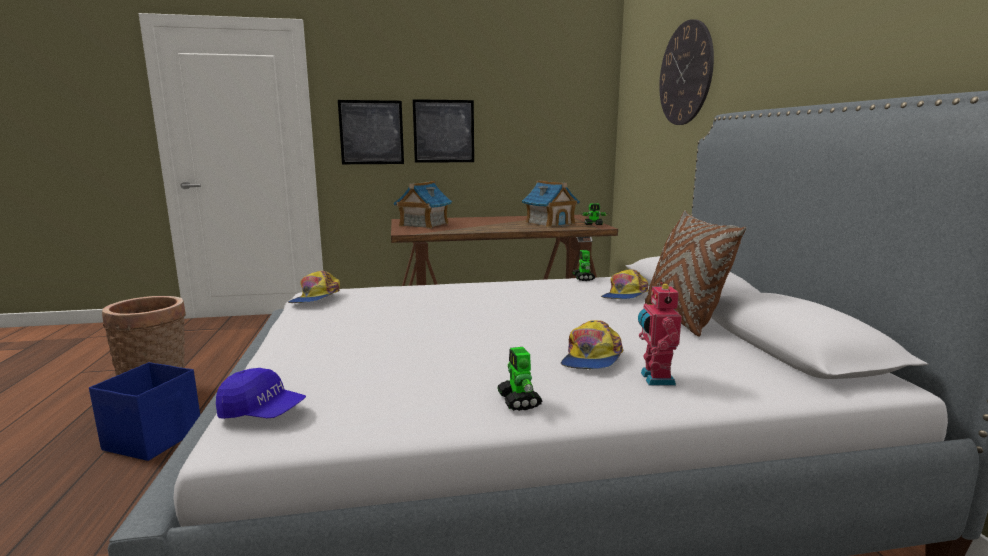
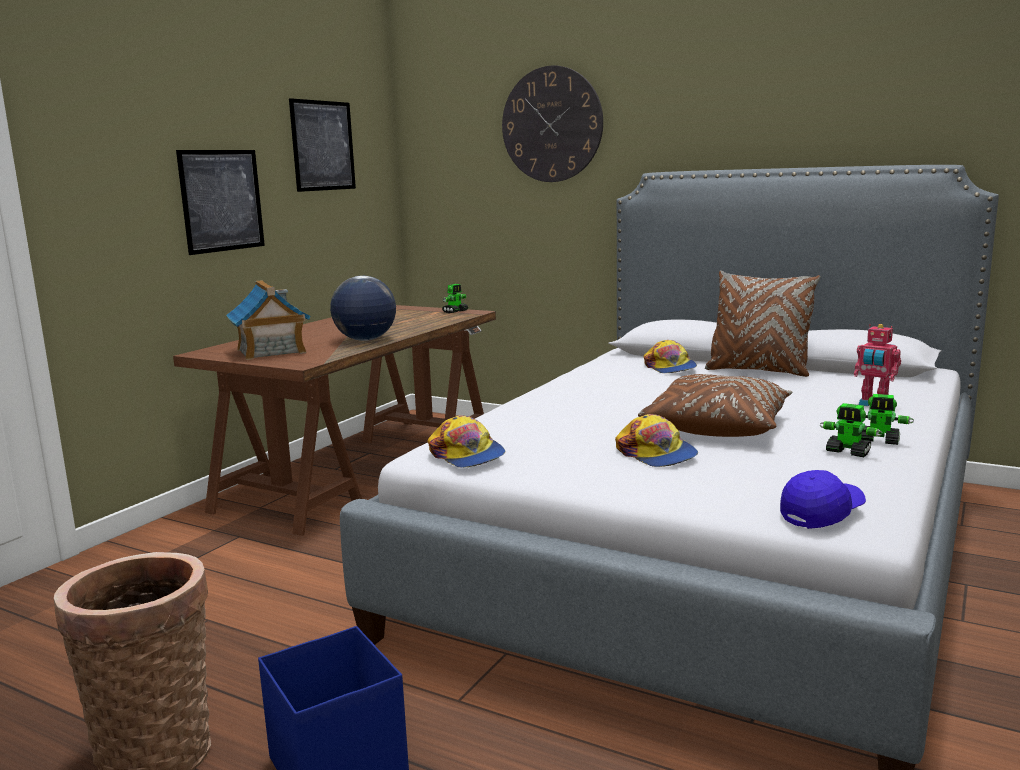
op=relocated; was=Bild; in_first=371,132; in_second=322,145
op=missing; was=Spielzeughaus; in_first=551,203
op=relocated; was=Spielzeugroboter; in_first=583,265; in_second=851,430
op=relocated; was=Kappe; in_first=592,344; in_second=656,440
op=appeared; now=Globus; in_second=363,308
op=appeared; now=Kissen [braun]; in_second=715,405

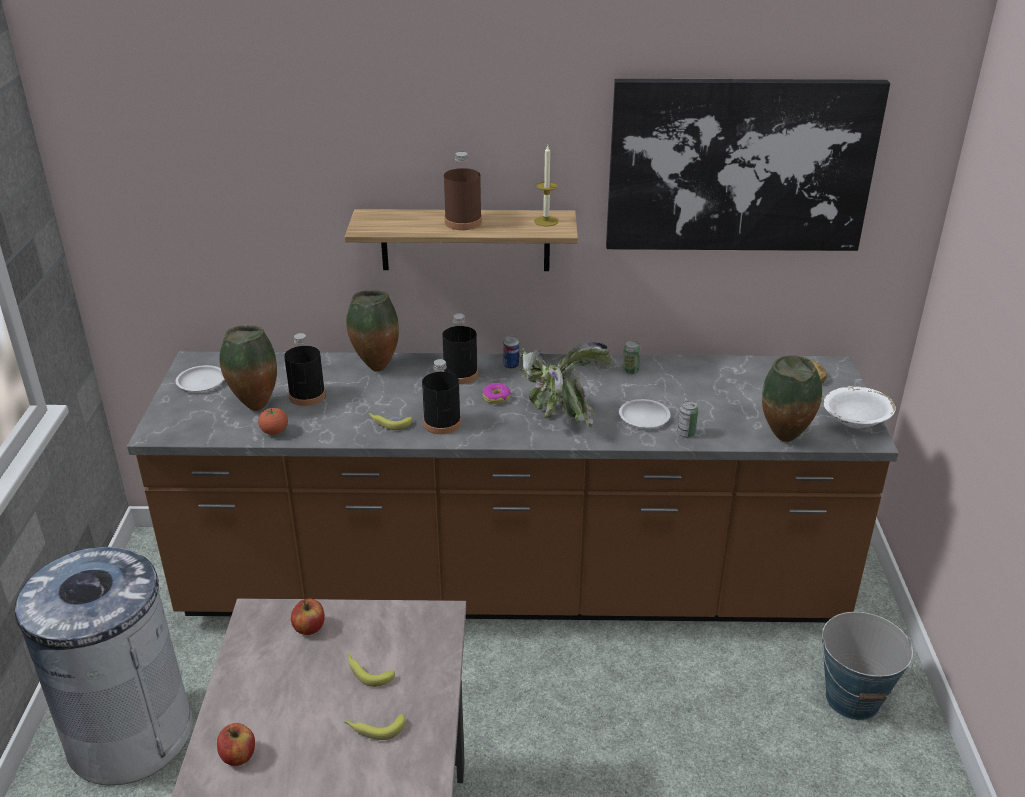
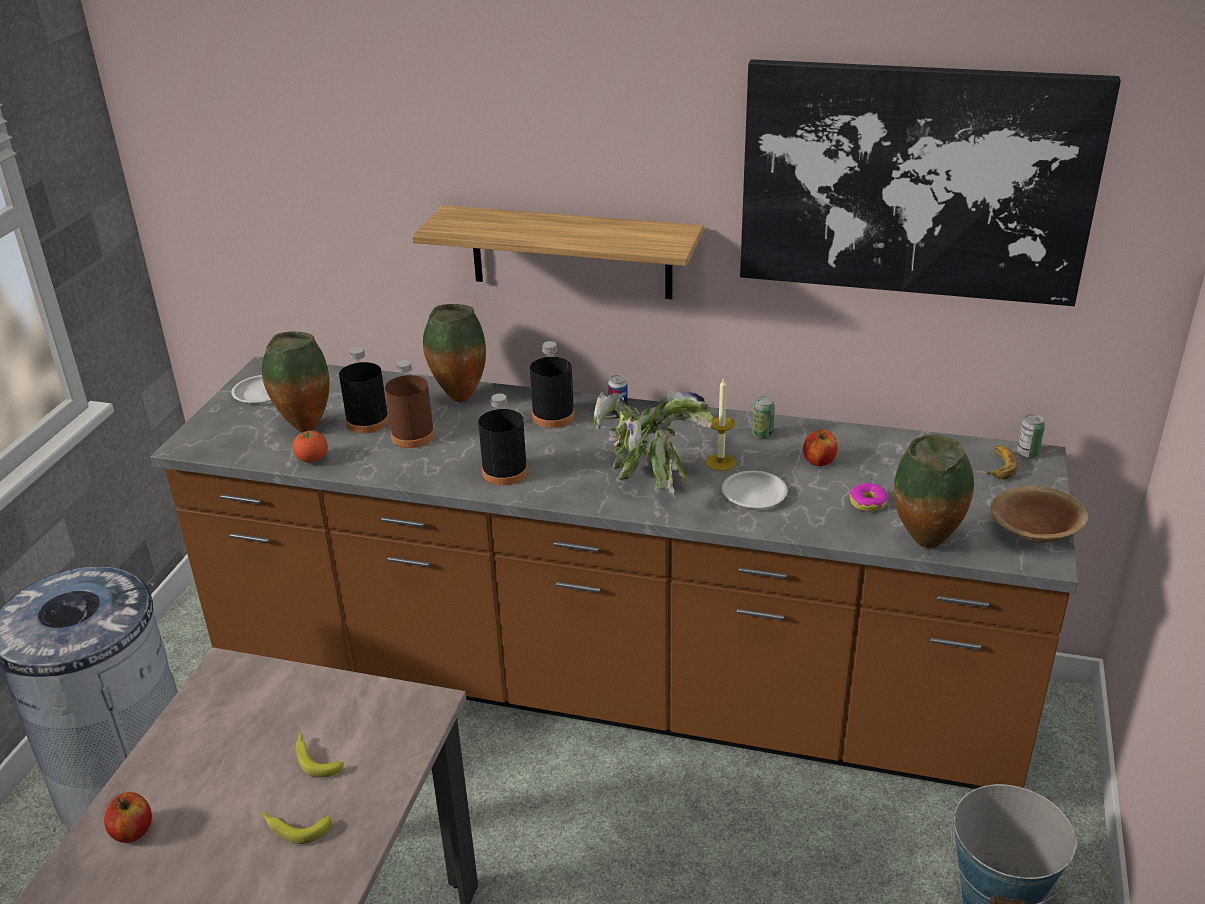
op=relocated; was=Kerze; in_first=546,186; in_second=721,424
op=relocated; was=Flasche [braun]; in_first=463,191; in_second=410,404
op=relocated; was=Donut; in_first=496,393; in_second=868,497
op=colour; was=Schüssel [weiß]; now=Schüssel [braun]; in_first=860,407; in_second=1039,514
op=relocated; was=Dose; in_first=687,419; in_second=1031,436
op=missing; was=Banane; in_first=390,421
op=relocated; was=Apfel; in_first=308,616; in_second=820,447

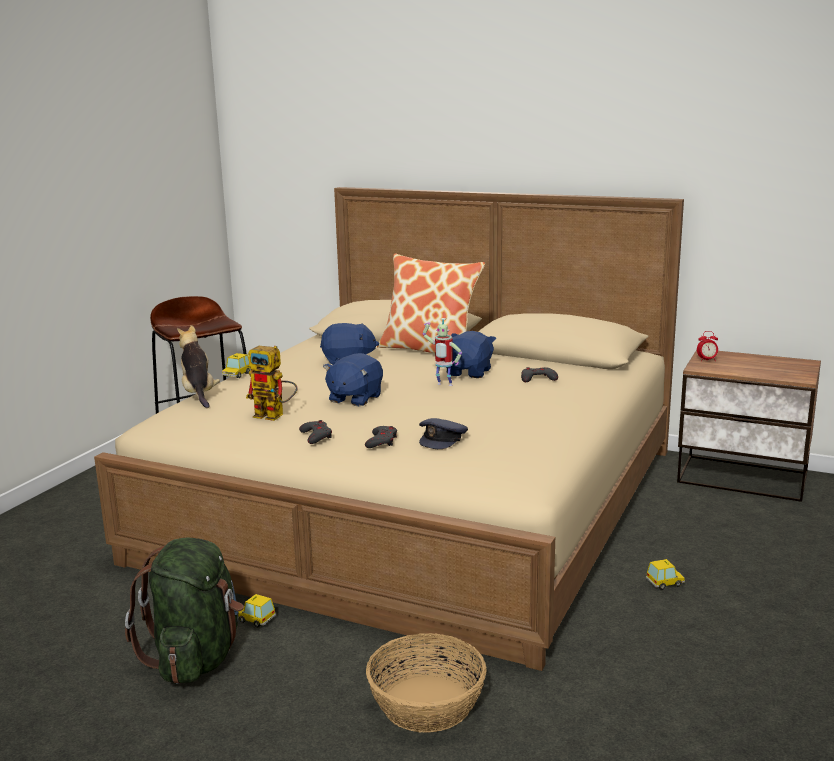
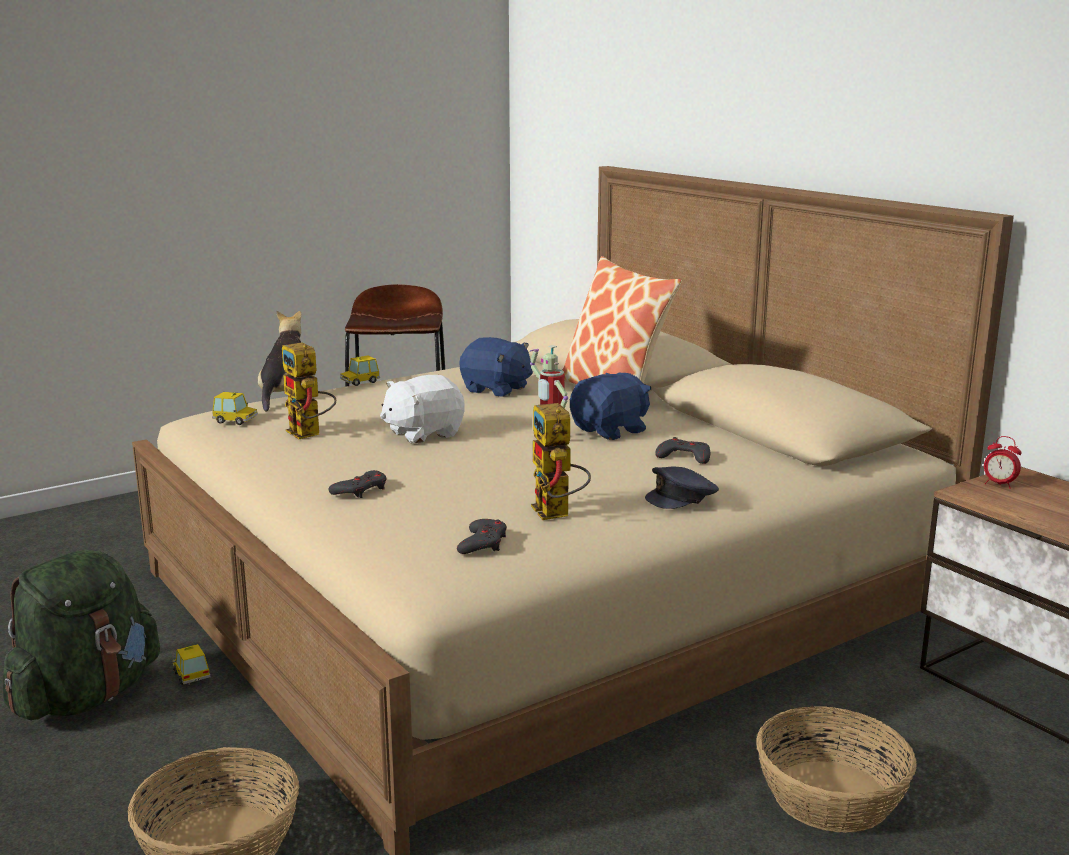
op=colour; was=Plüschtier [blau]; now=Plüschtier [weiß]; in_first=353,380; in_second=422,409
op=relocated; was=Kappe [grau]; in_first=443,433; in_second=682,487
op=relocated; was=Gamepad [grau]; in_first=315,432; in_second=482,536
op=relocated; was=Spielzeugauto; in_first=665,574; in_second=235,408
op=appeared; now=Spielzeugroboter; in_second=561,461
op=appeared; now=Korb; in_second=836,769

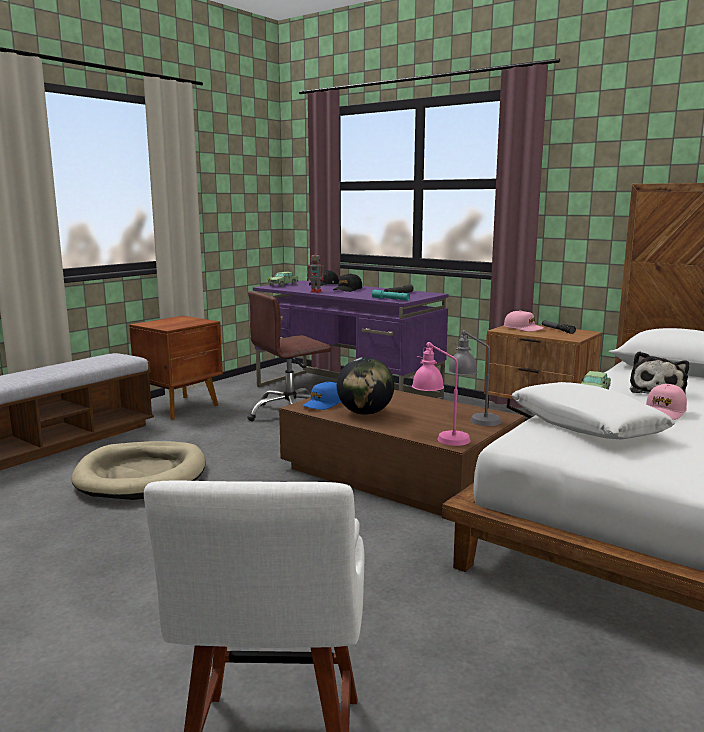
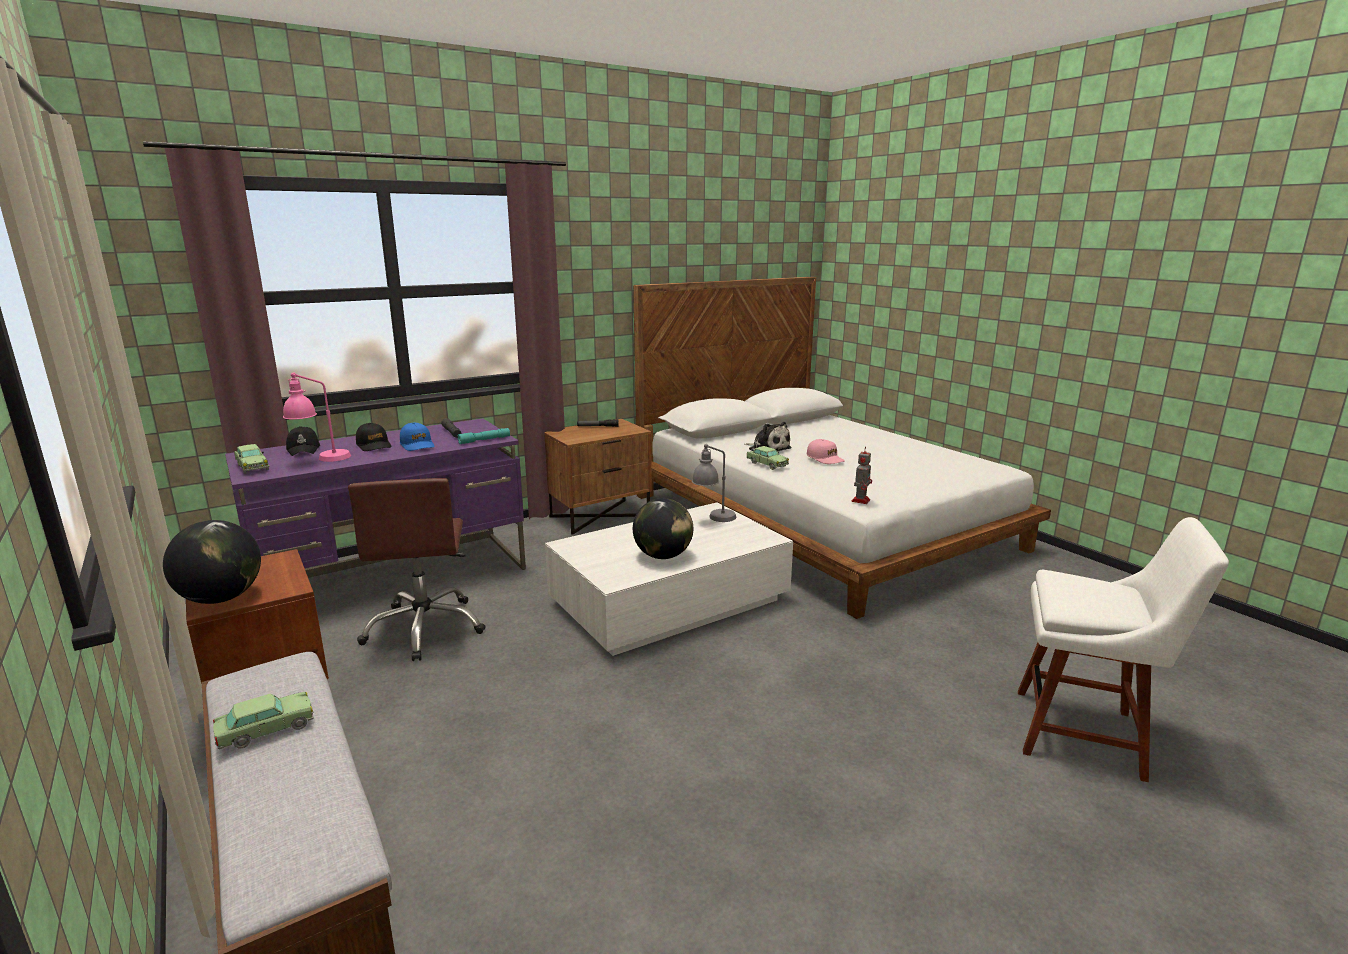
op=relocated; was=Spielzeugroboter; in_first=316,271; in_second=861,475
op=missing; was=Kappe [rosa]; in_first=524,321
op=relocated; was=Tischlampe [rosa]; in_first=441,394; in_second=317,417
op=relocated; was=Kappe [blau]; in_first=321,396; in_second=417,437
op=missing; was=Kissen [weiß]; in_first=593,411
op=colour; was=Couchtisch [braun]; now=Couchtisch [weiß]; in_first=402,453; in_second=669,579
op=missing; was=Hundebett [beige]; in_first=139,470
op=appeared; now=Globus; in_second=212,562
op=appeared; now=Spielzeugauto; in_second=263,720

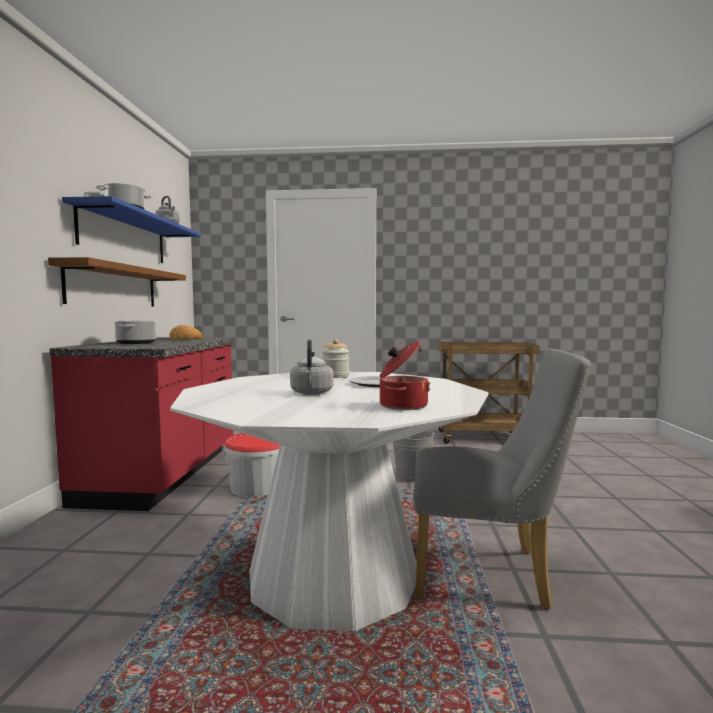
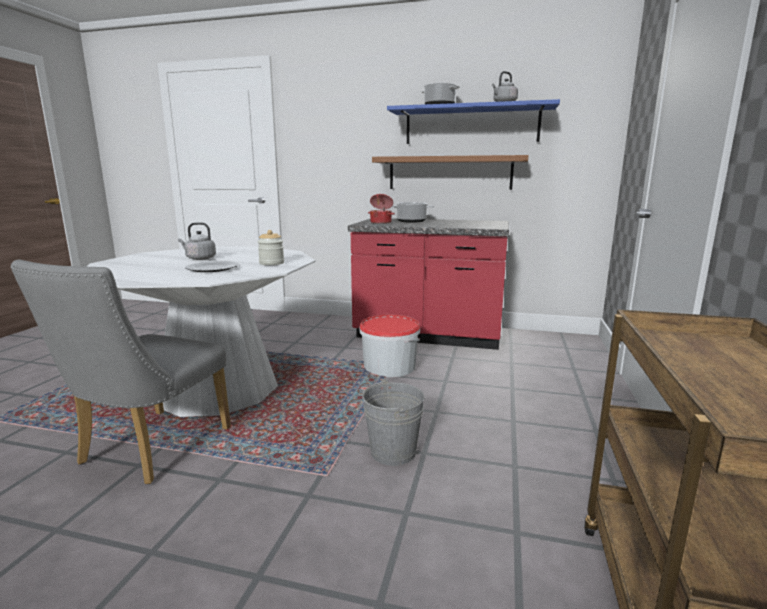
op=missing; was=Brot; in_first=185,332
op=relocated; was=Kochtopf; in_first=405,375; in_second=381,209

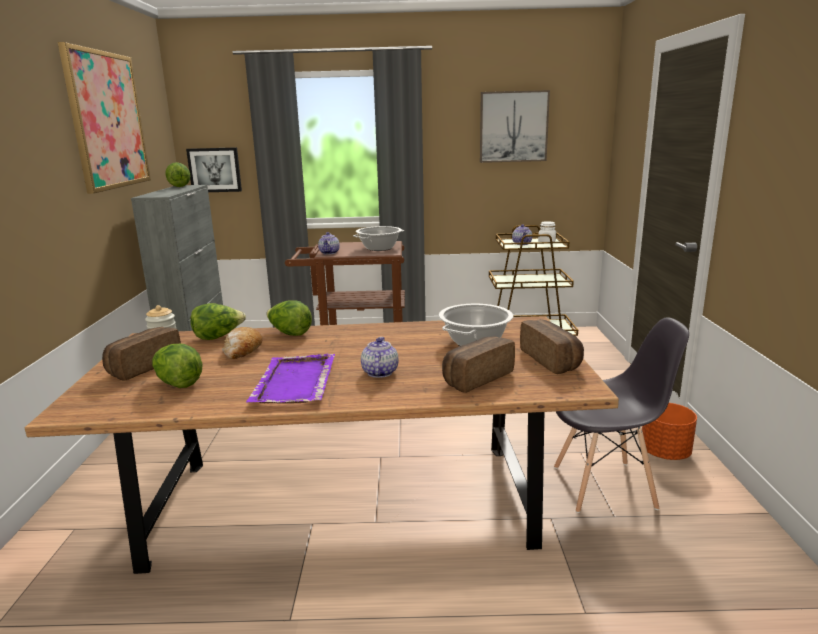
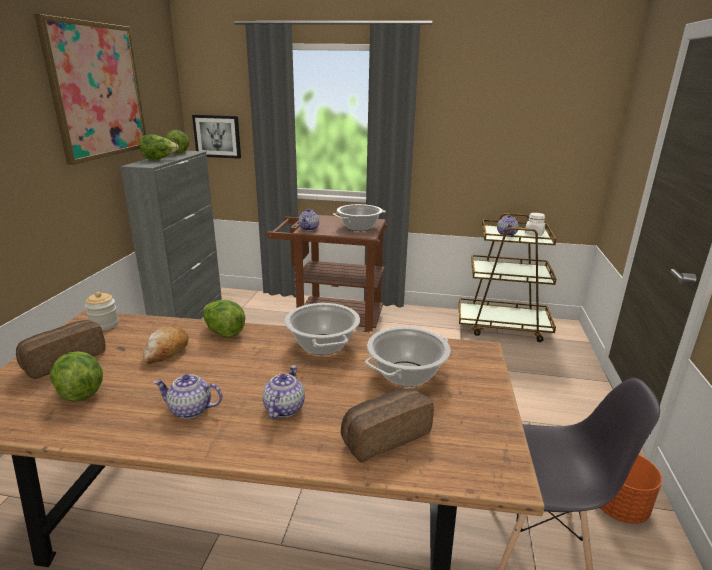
op=missing; was=Bild; in_first=515,126
op=relocated; was=Salatkopf; in_first=218,321; in_second=159,147
op=missing; was=Brot; in_first=552,346
op=exchanged; was=Tablett [lila]; now=Teekanne; in_first=290,379; in_second=188,396
op=appeared; now=Kochtopf; in_second=322,329

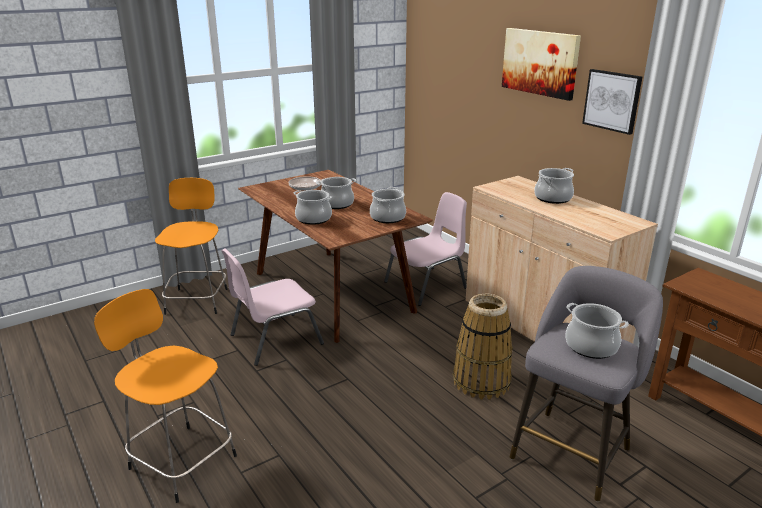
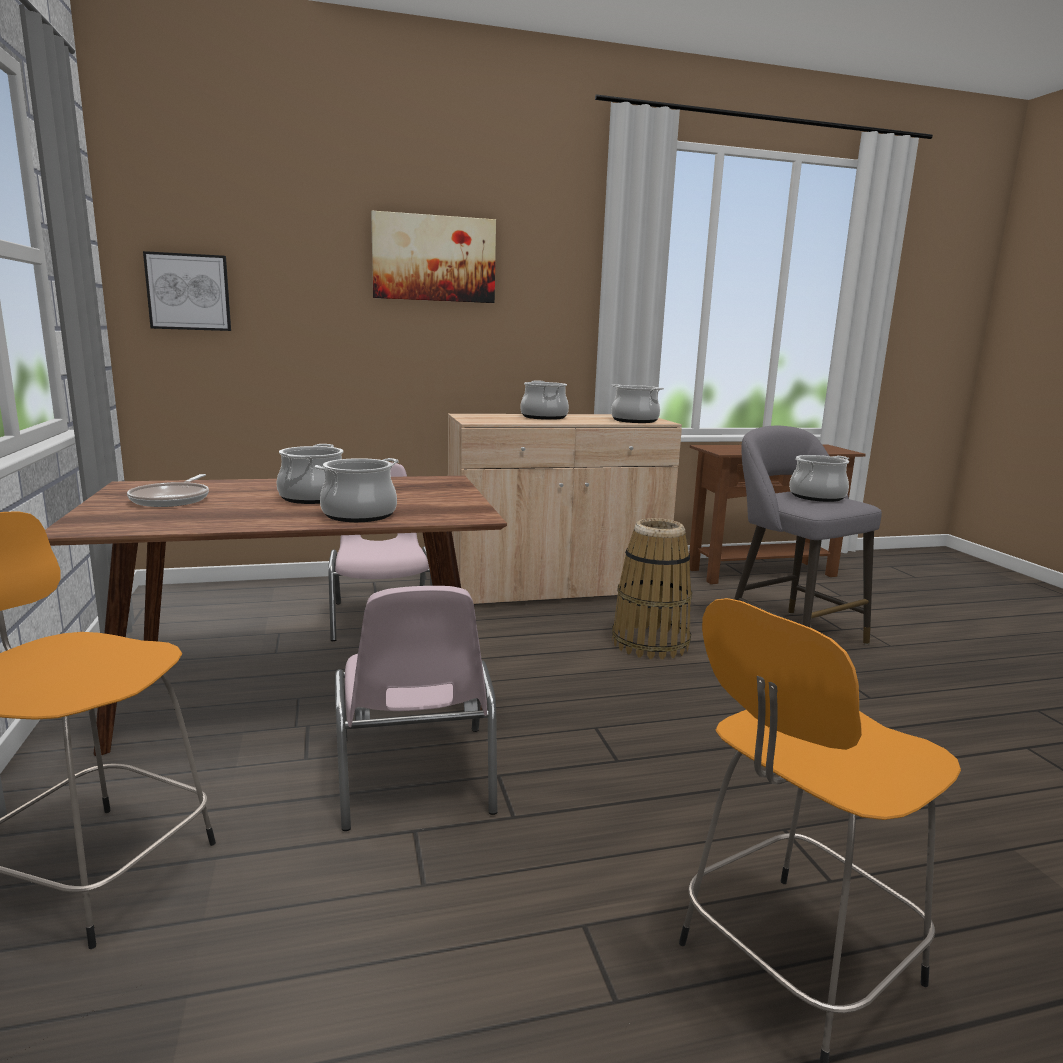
op=relocated; was=Bild; in_first=612,102; in_second=187,291
op=relocated; was=Kochtopf; in_first=388,205; in_second=637,403

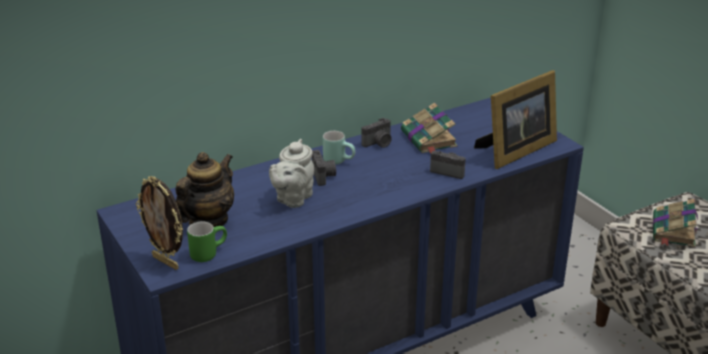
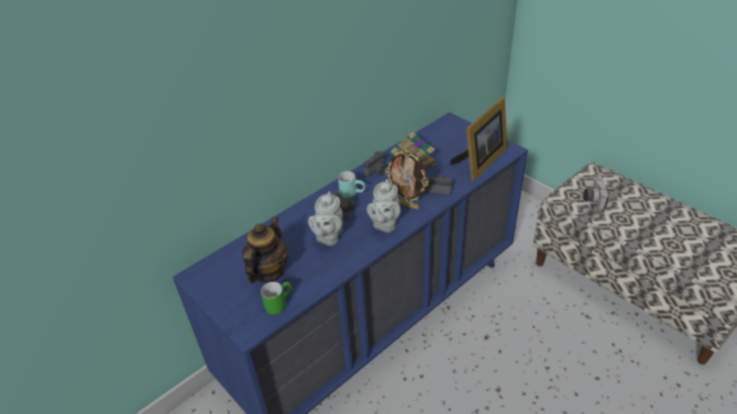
op=relocated; was=Bilderrahmen; in_first=159,223; in_second=407,179
op=exchanged; was=Buch; now=Kamera; in_first=675,223; in_second=596,192
op=appeared; now=Teekanne [grau]; in_second=384,206

